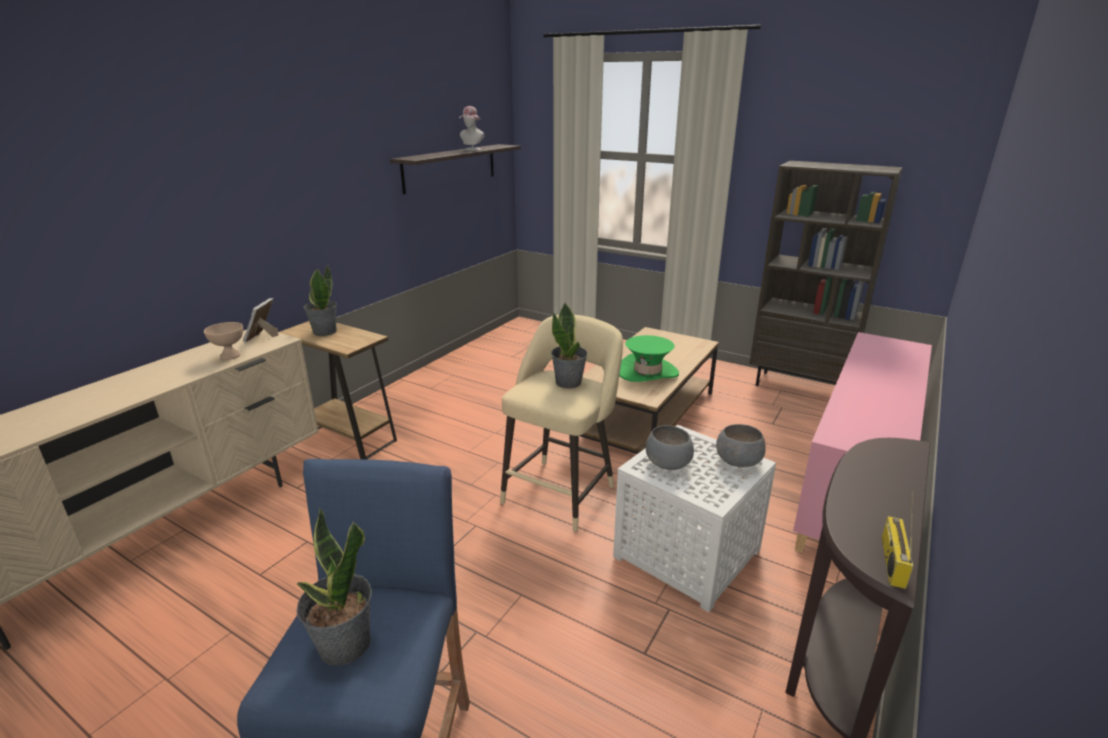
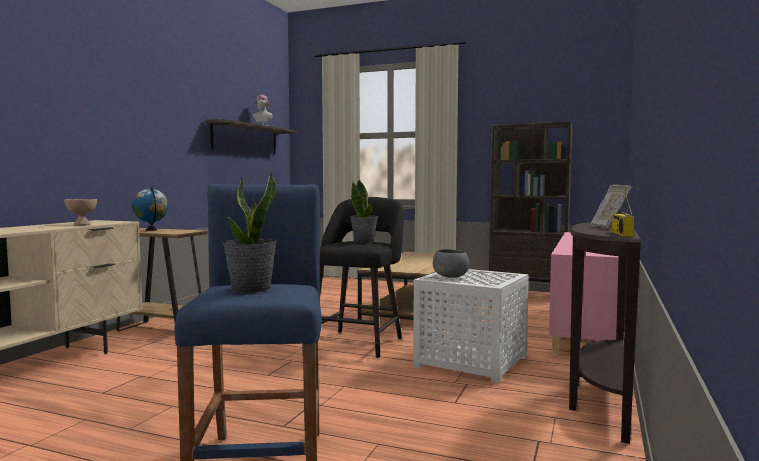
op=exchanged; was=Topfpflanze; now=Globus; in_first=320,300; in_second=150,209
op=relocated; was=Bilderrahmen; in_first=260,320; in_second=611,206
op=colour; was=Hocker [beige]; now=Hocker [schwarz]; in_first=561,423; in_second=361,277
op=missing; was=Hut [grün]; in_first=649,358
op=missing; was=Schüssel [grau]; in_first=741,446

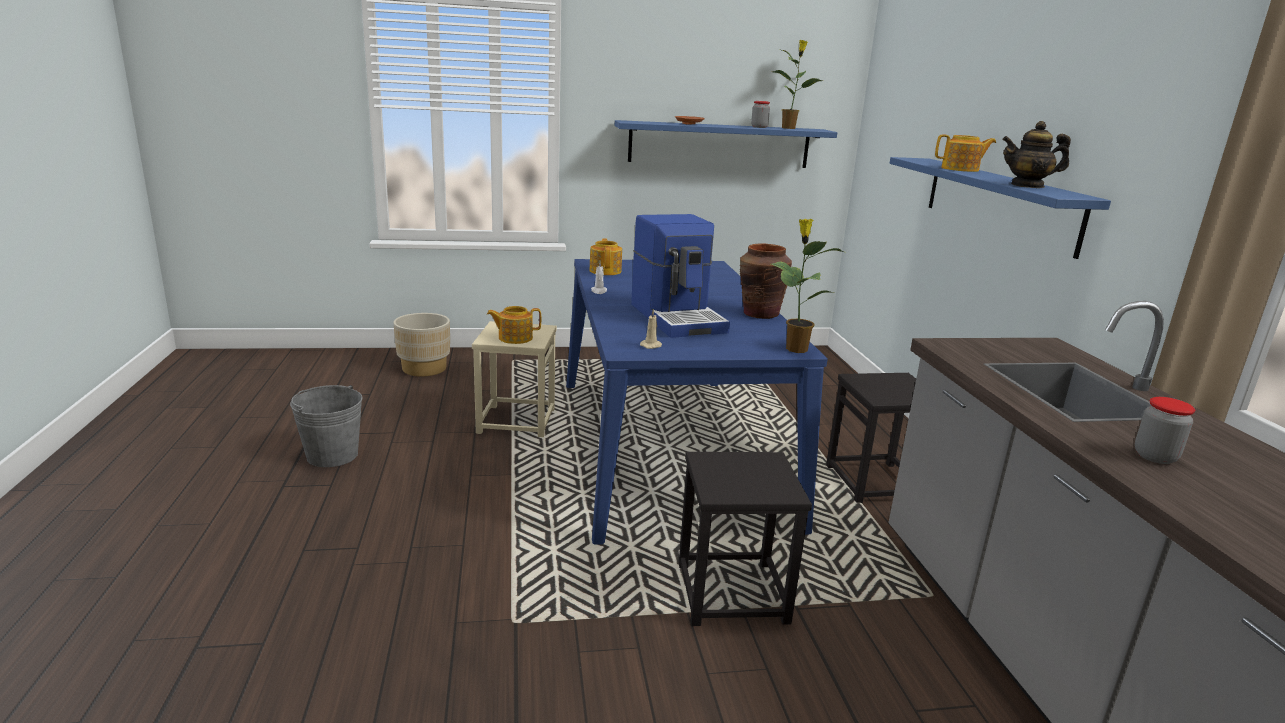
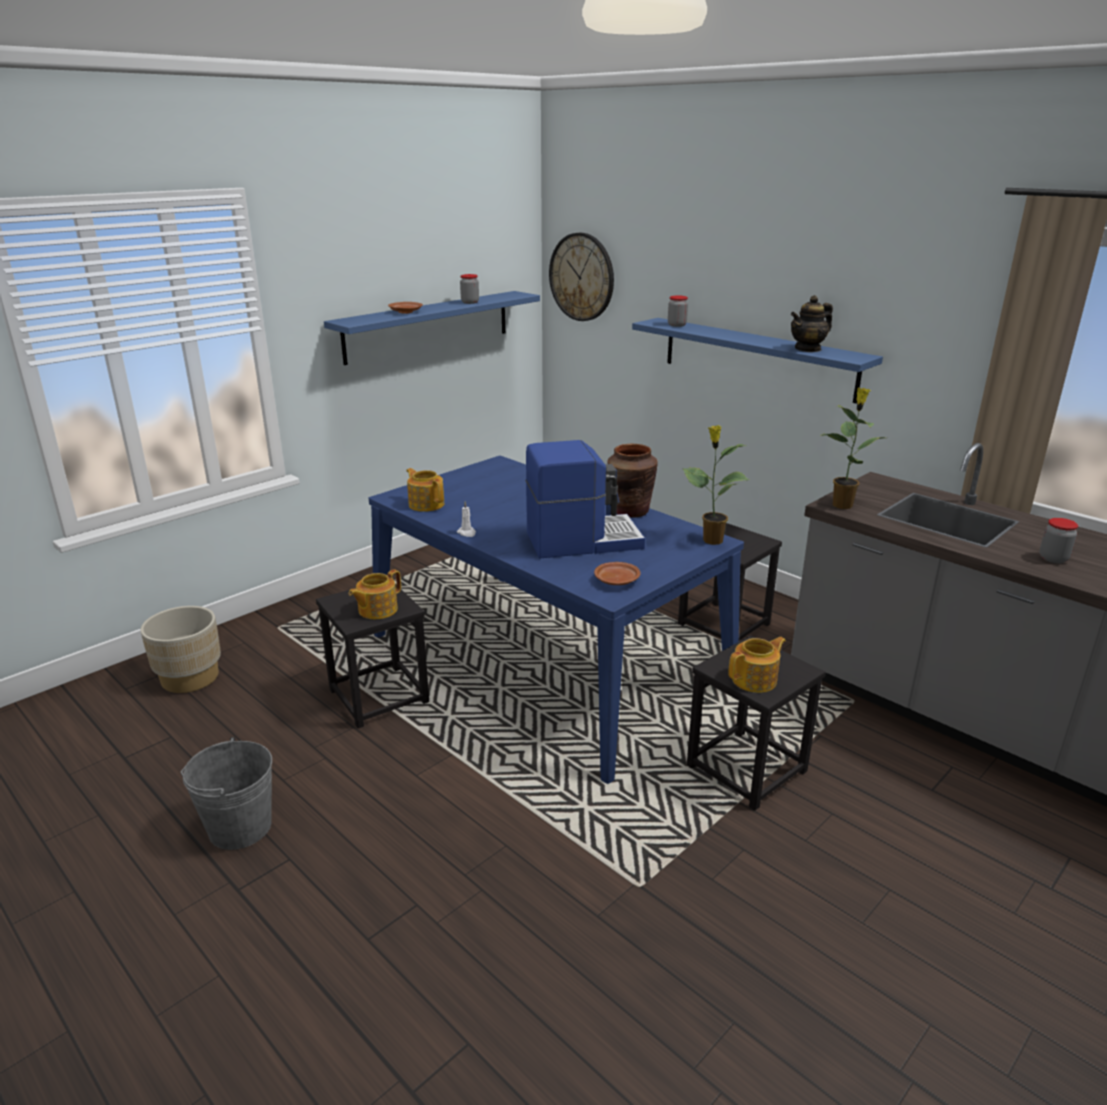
op=relocated; was=Topfpflanze; in_first=798,84; in_second=852,448
op=relocated; was=Teekanne; in_first=965,153; in_second=757,665
op=spun; was=Kaffeemaschine; in_first=680,276; in_second=585,499; clockwise=-45
op=exchanged; was=Kerze [beige]; now=Teller [braun]; in_first=651,329; in_second=617,573
op=colour; was=Hocker [beige]; now=Hocker [schwarz]; in_first=514,379; in_second=372,656
op=appeared; now=Wanduhr; in_second=581,277
op=appeared; now=Vorratsglas; in_second=678,311

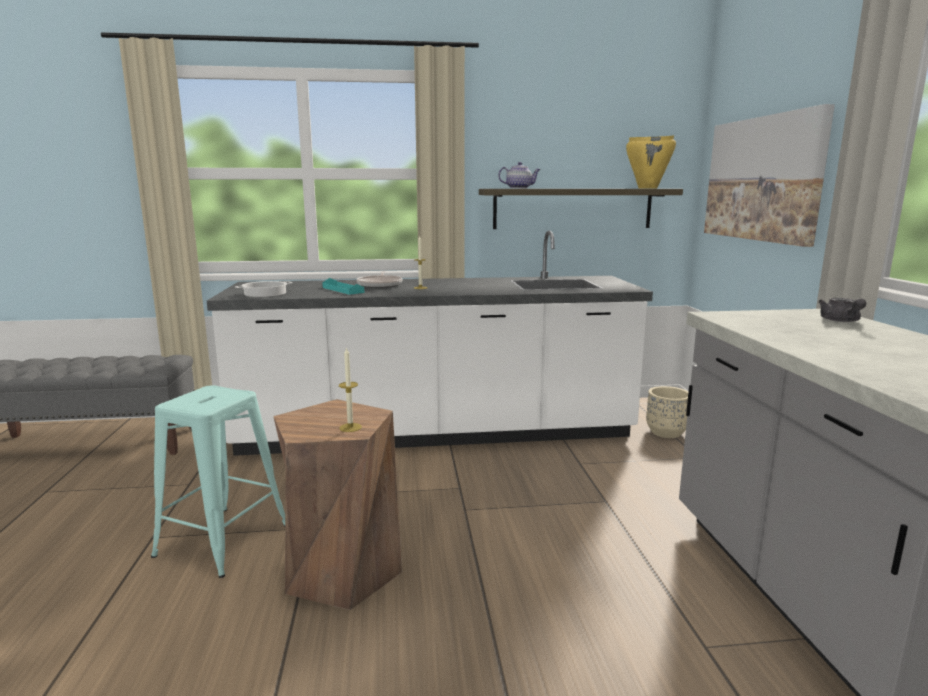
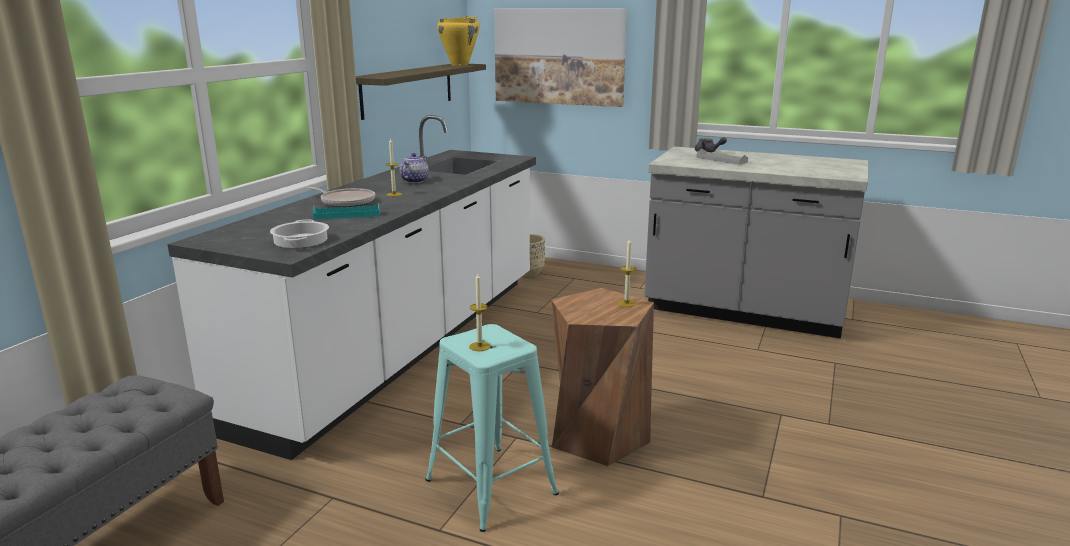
op=relocated; was=Teekanne; in_first=519,175; in_second=414,168
op=appeared; now=Tablett [grau]; in_second=722,156
op=appeared; now=Kerze; in_second=479,312

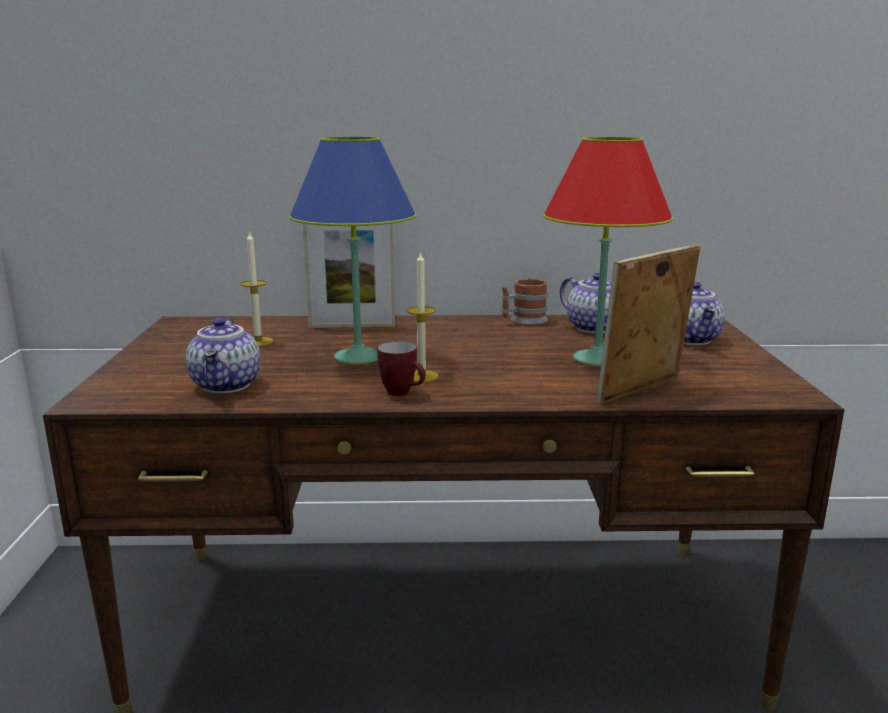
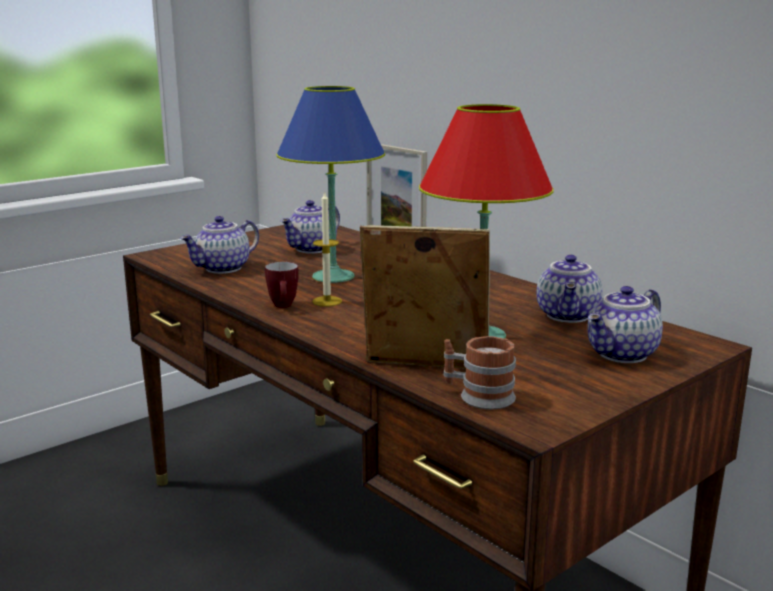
op=exchanged; was=Kerze; now=Teekanne; in_first=256,289; in_second=310,227
op=relocated; was=Henkelbecher; in_first=525,301; in_second=479,372

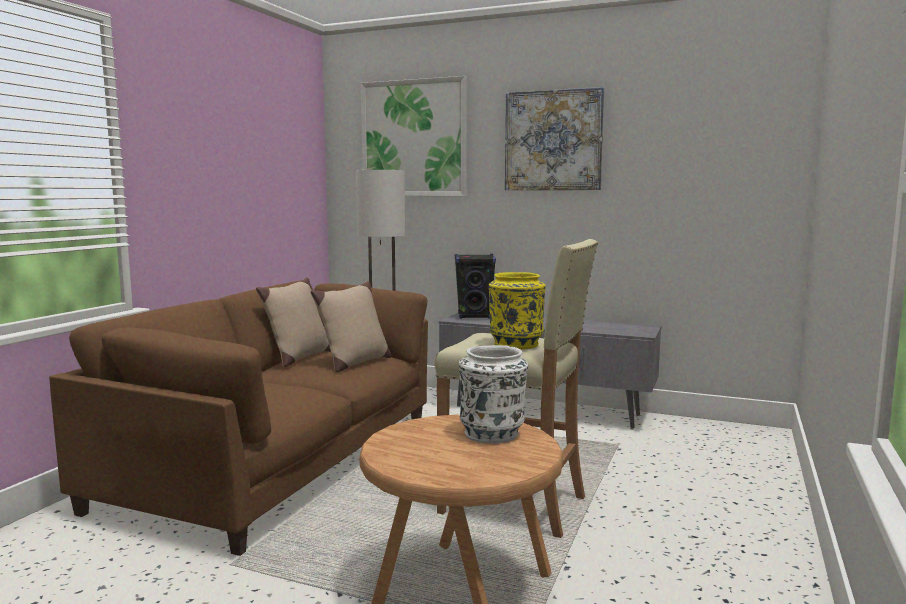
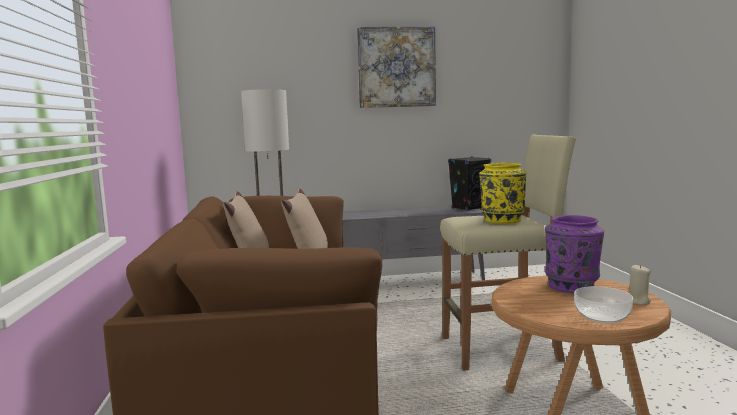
op=missing; was=Bild; in_first=414,136
op=relocated; was=Lautsprecher [schwarz]; in_first=475,286; in_second=469,183
op=colour; was=Vase [weiß]; now=Vase [lila]; in_first=493,394; in_second=574,254
op=appeared; now=Kerze [beige]; in_second=640,285
op=appeared; now=Schüssel; in_second=603,305

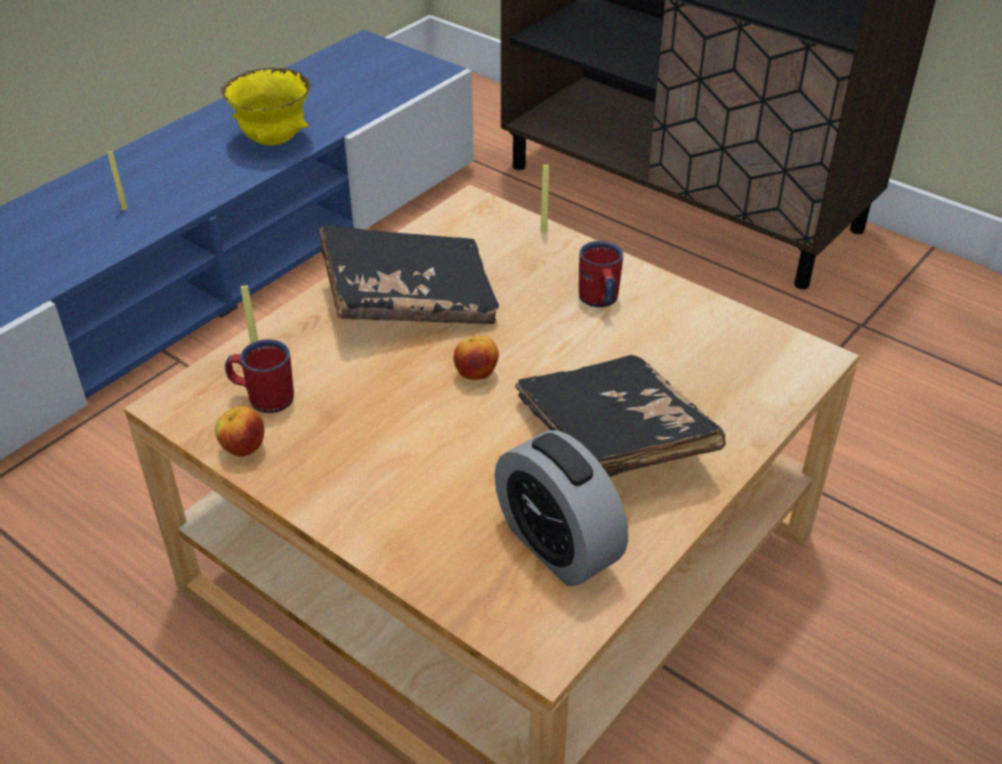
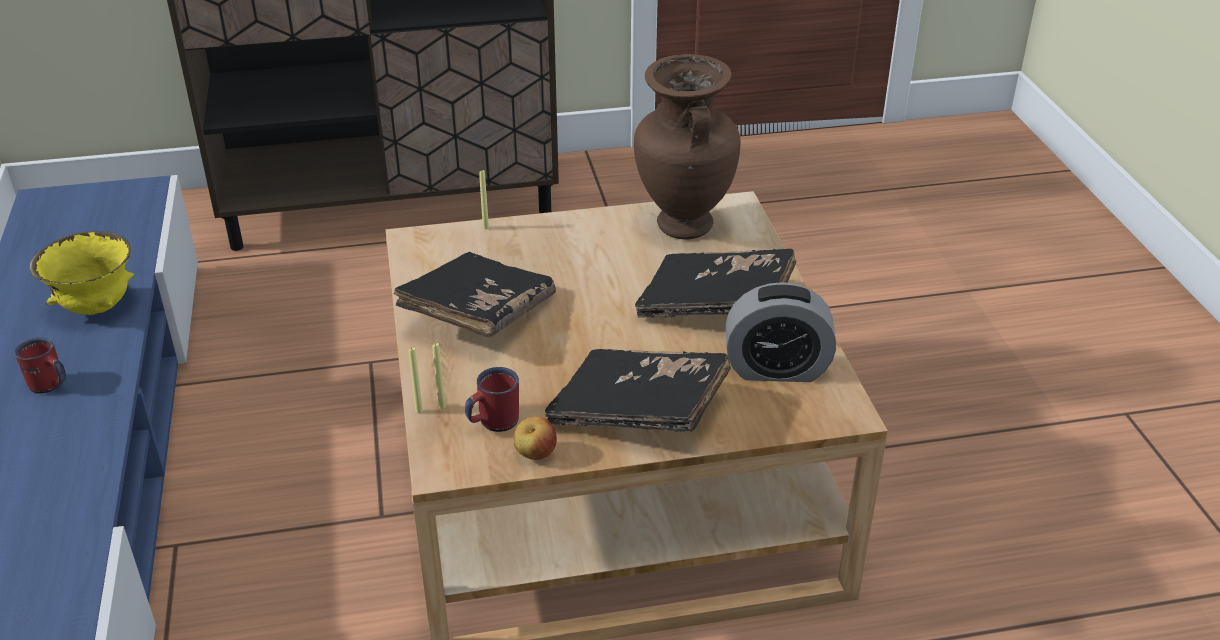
op=relocated; was=Kerze [gelb]; in_first=117,179; in_second=416,380
op=relocated; was=Henkelbecher [rot]; in_first=601,274; in_second=40,365
op=missing; was=Apfel; in_first=476,358
op=appeared; now=Vase [braun]; in_second=687,147
op=appeared; now=Buch [schwarz]; in_second=638,390

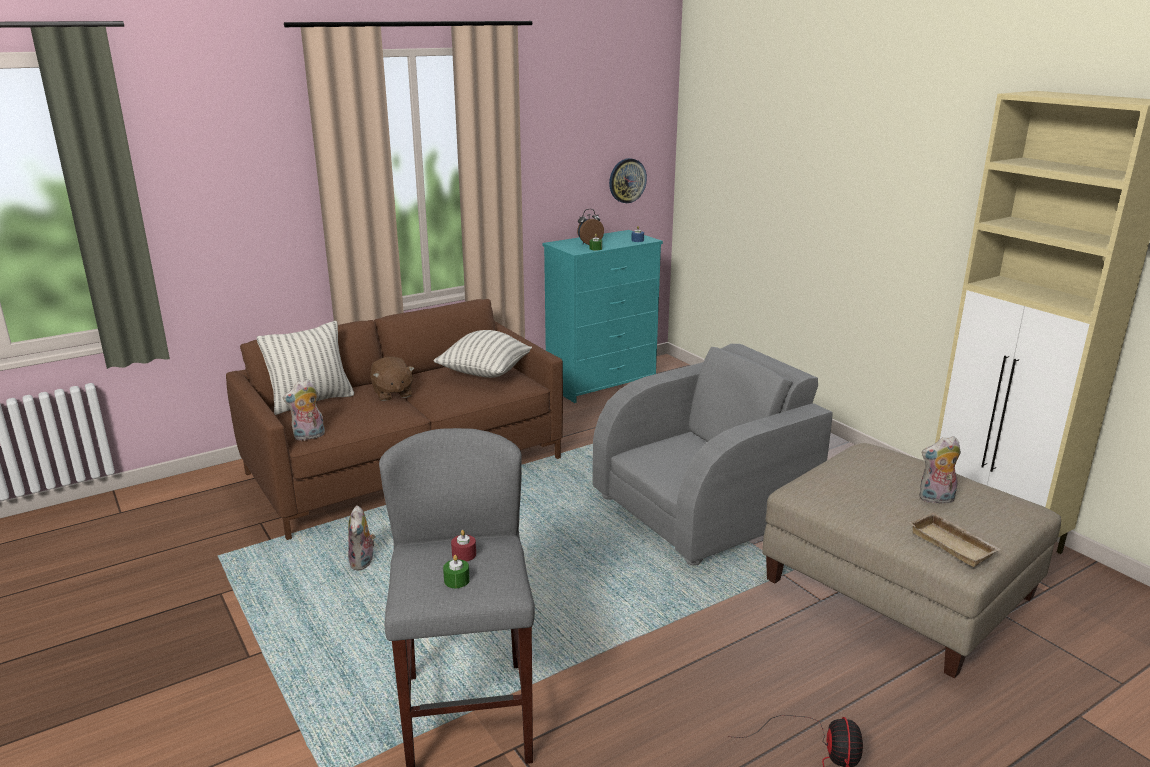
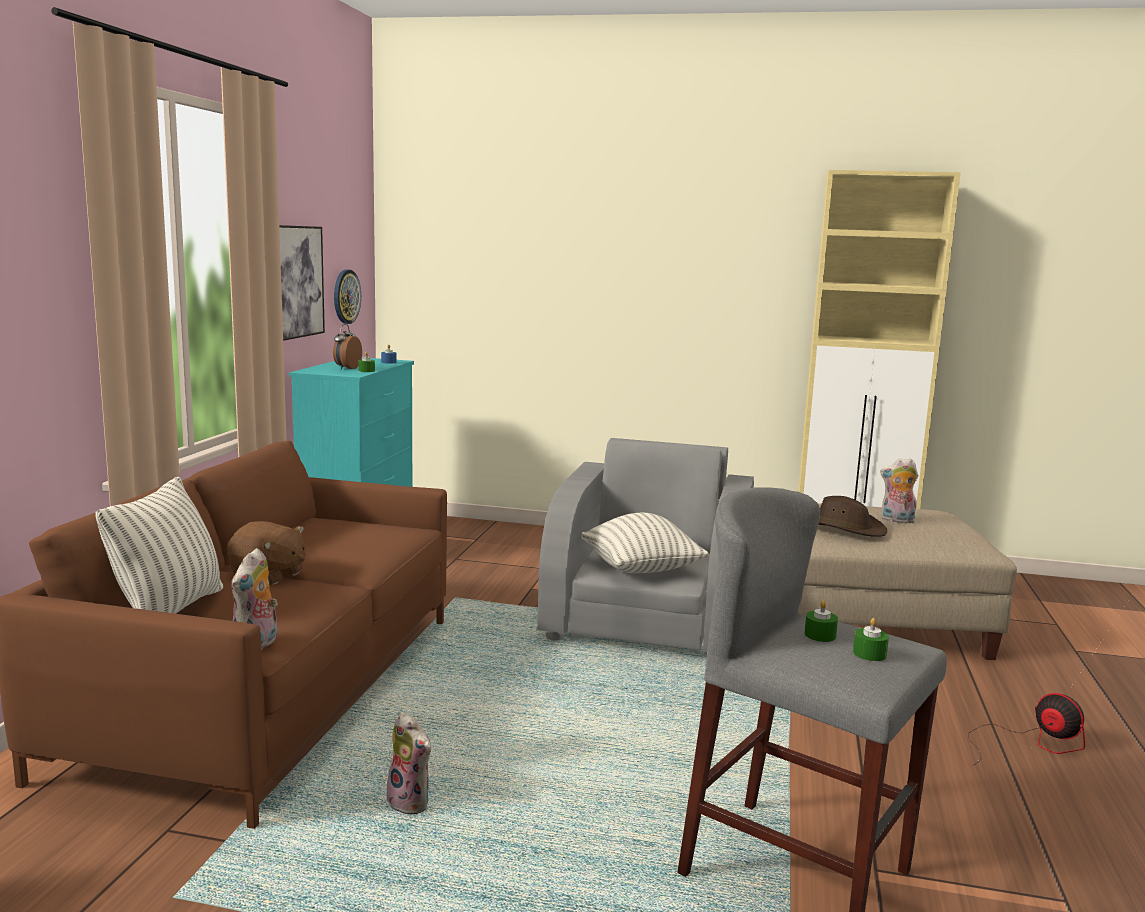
op=relocated; was=Kissen; in_first=482,354; in_second=645,543
op=spun; was=Plüschtier; in_first=940,470; in_second=899,490; clockwise=60
op=missing; was=Tablett [beige]; in_first=955,539
op=colour; was=Kerze [rot]; now=Kerze [grün]; in_first=463,546; in_second=821,621
op=appeared; now=Bild; in_second=302,283
op=appeared; now=Hut [braun]; in_second=852,516

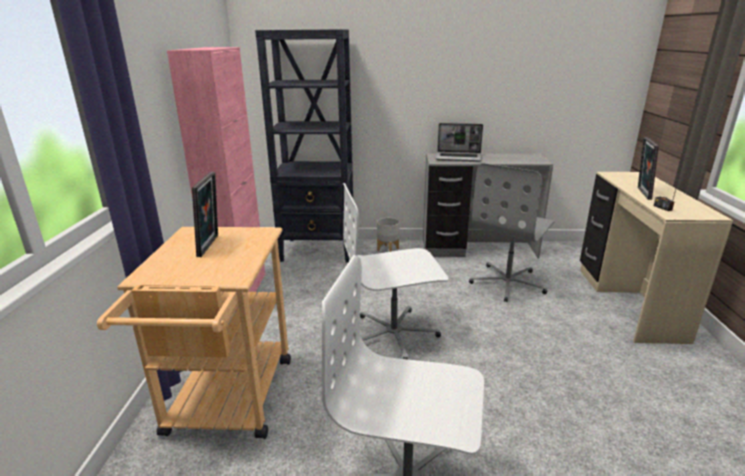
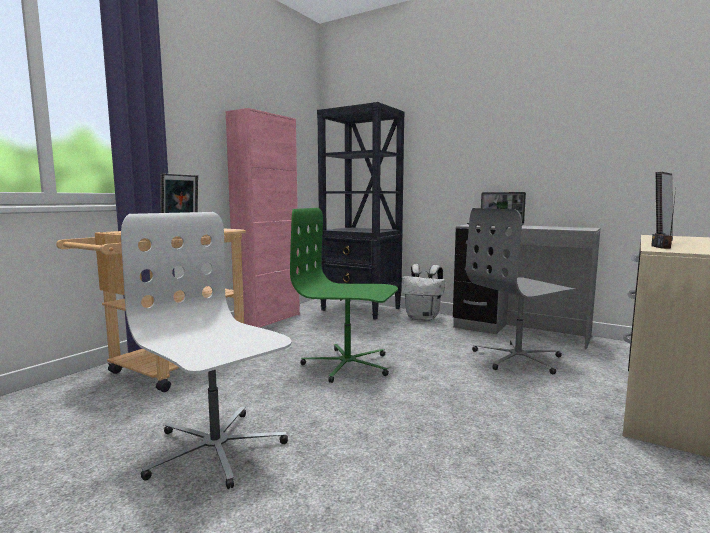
op=colour; was=Bürostuhl [weiß]; now=Bürostuhl [grün]; in_first=396,271; in_second=344,295
op=exchanged; was=Pflanzkübel [grau]; now=Rucksack [weiß]; in_first=388,235; in_second=423,292

